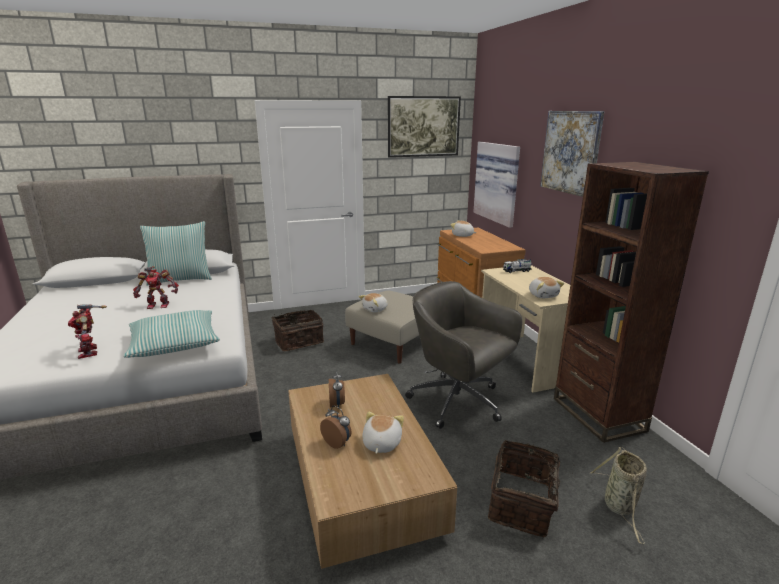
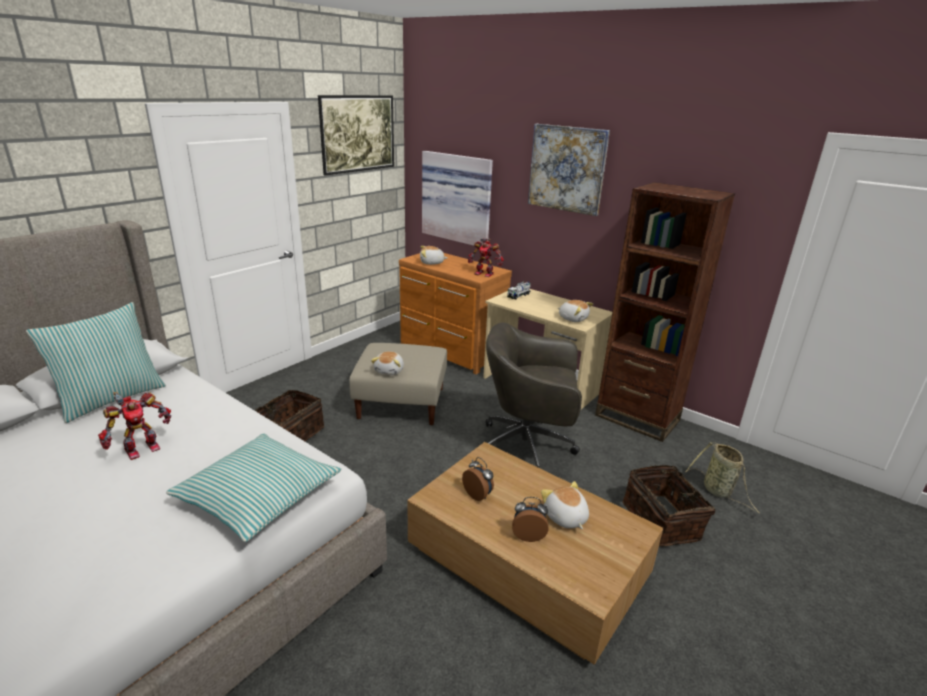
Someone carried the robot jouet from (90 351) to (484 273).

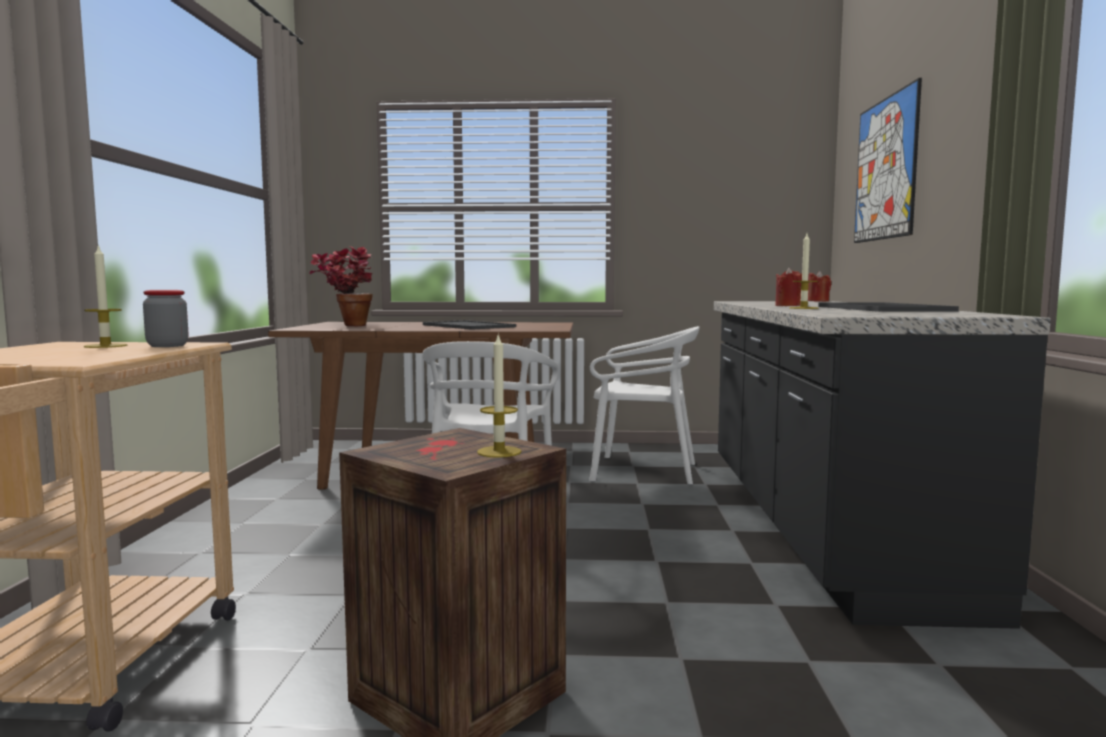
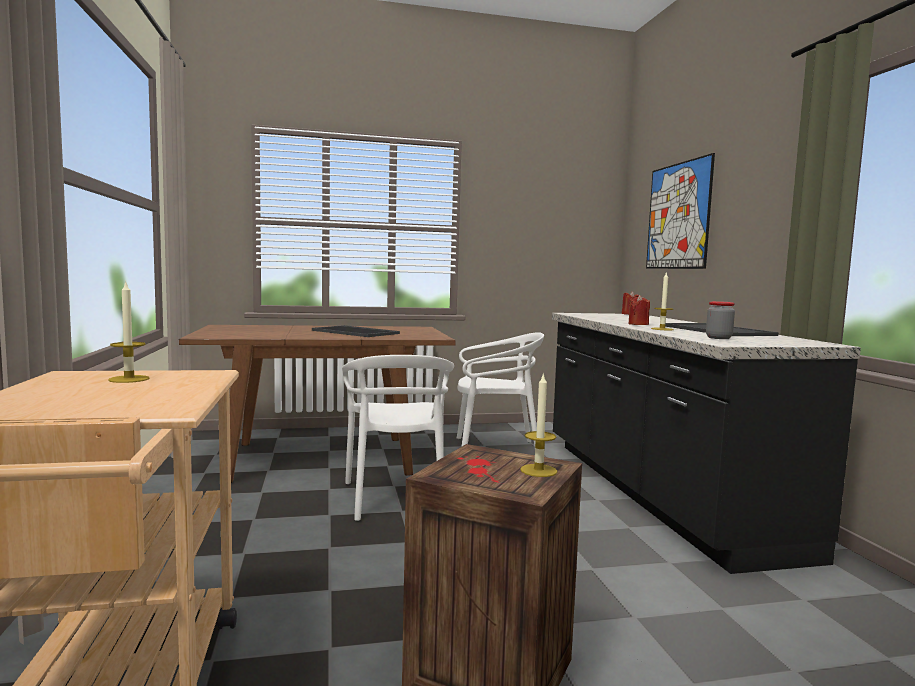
Someone took away the plante en pot at (346 325). Someone carried the bocal from (167 346) to (718 338).

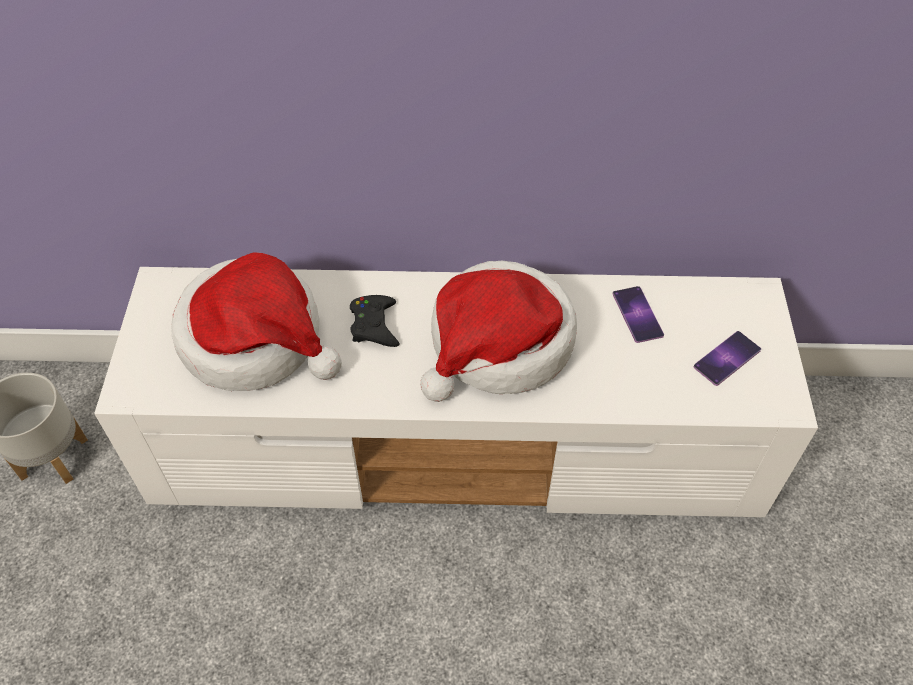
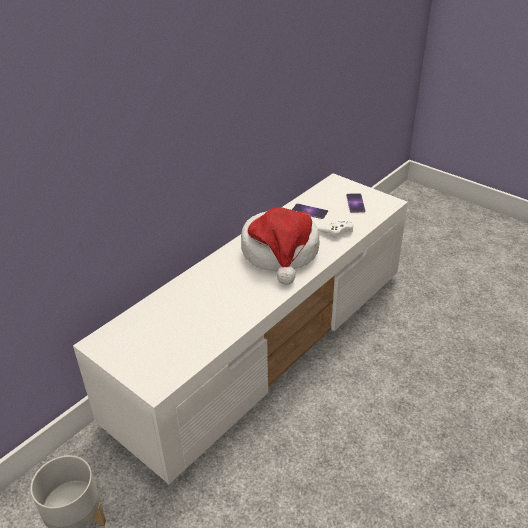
Someone took away the chapeau at (256 340). Someone took away the manette/noir at (374 325). Someone put down the manette/blanc at (337 230).

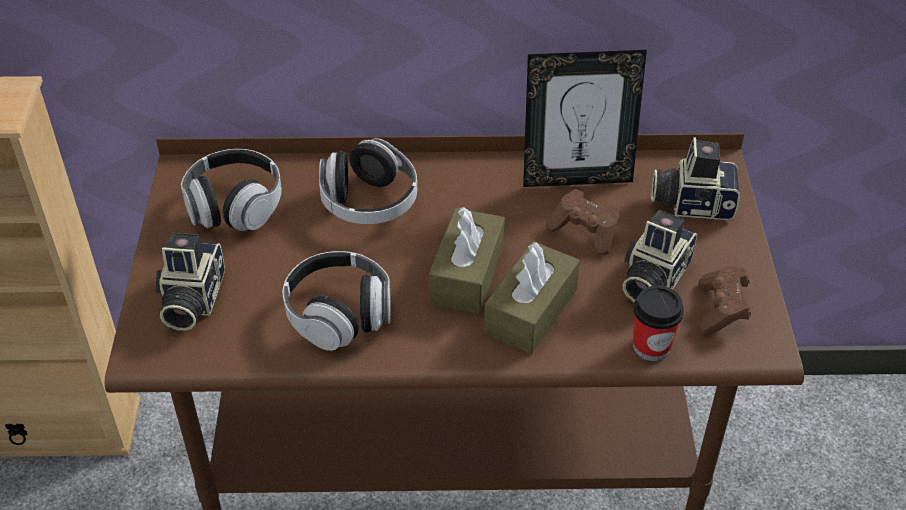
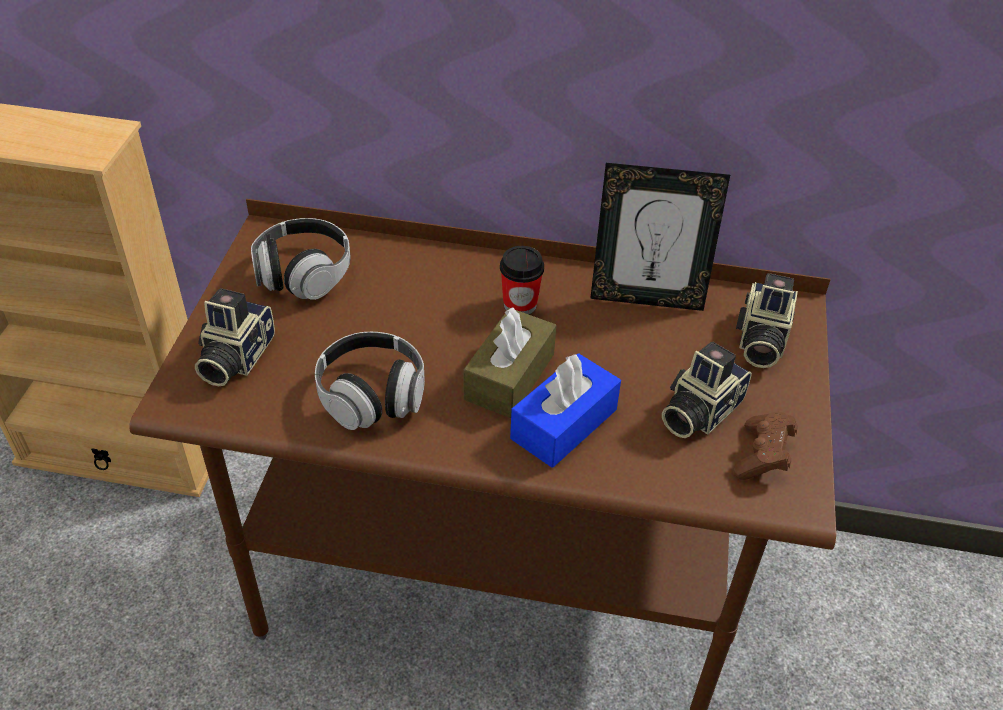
Someone rotated the appareil photo at (692 202) by 90 degrees counterclockwise. Someone took away the casque audio at (369 202). Someone took away the manette/marron at (585 232). Someone repainted the boîte à mouchoirs/marron at (531 311), which became the boîte à mouchoirs/bleu at (564 424). Someone carried the tasse from (651 346) to (520 304).

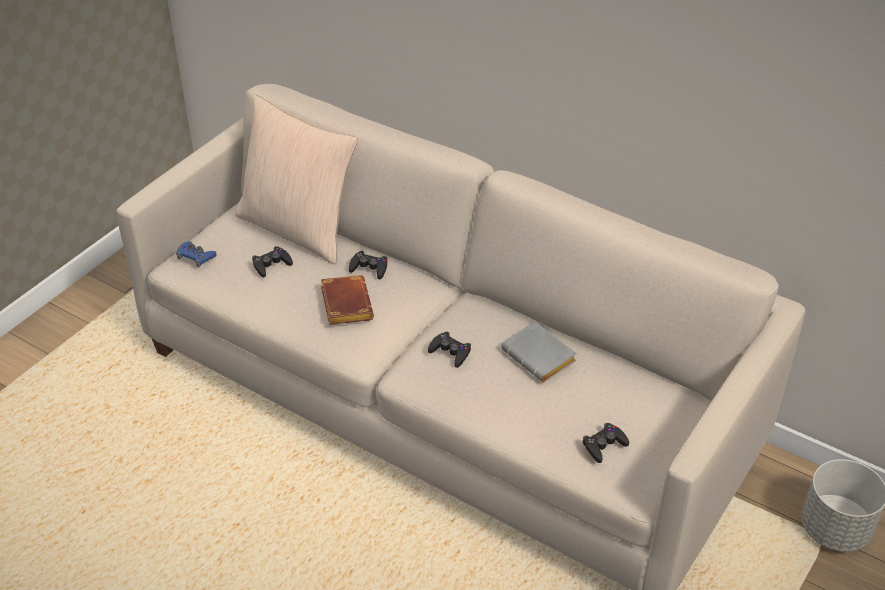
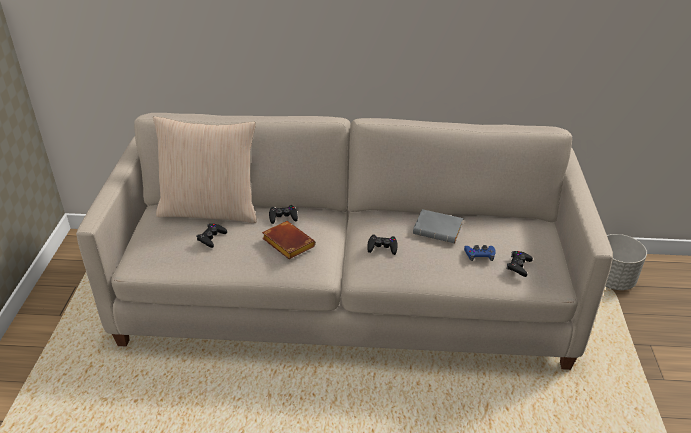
Someone carried the manette/bleu from (195 257) to (479 255).

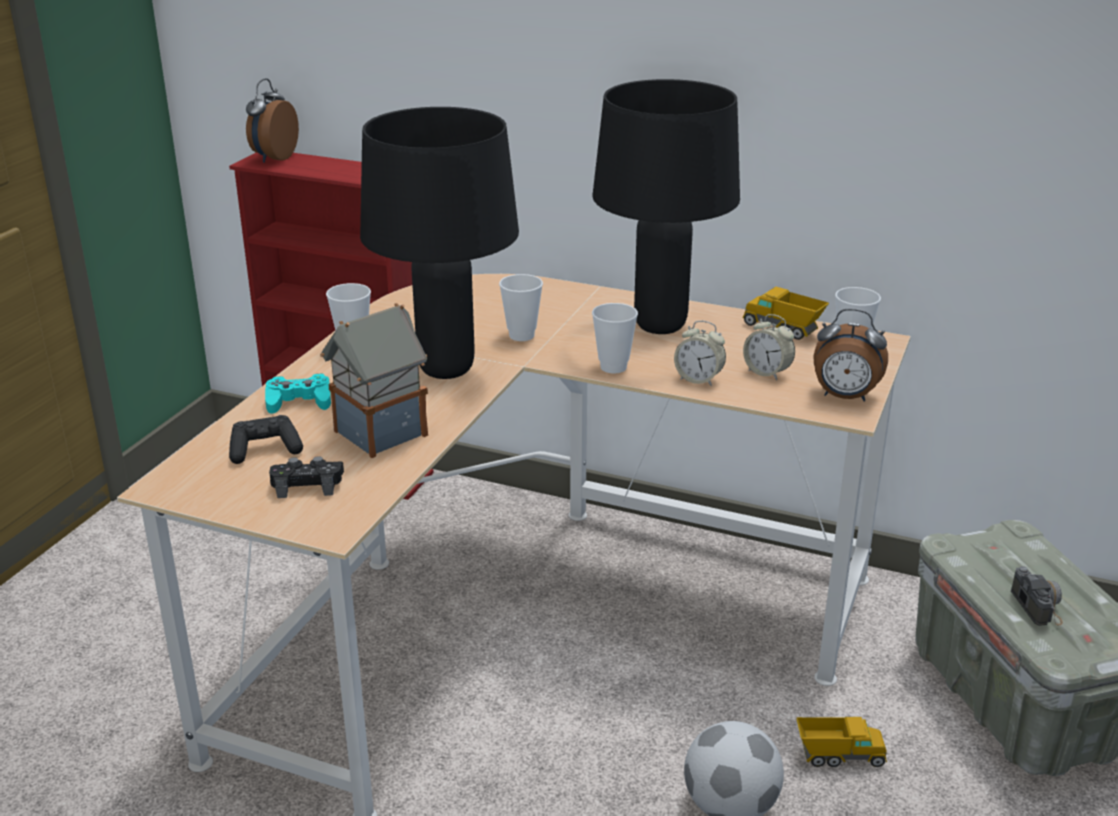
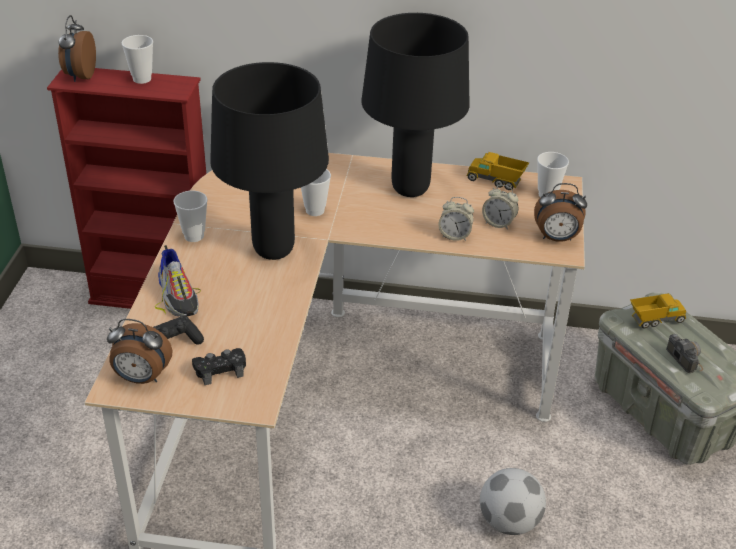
Someone took away the maison miniature at (379 434). Someone carried the tasse from (613 367) to (142 79). Someone swapped the manette/turquoise at (299 401) for the chaussure at (178 295). Someone carried the camion jouet from (839 757) to (655 320). Someone put down the réveil at (141 378).

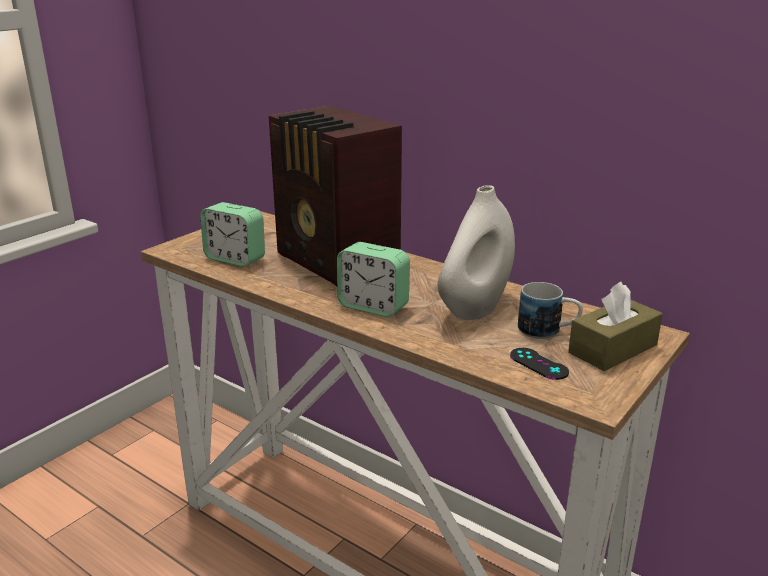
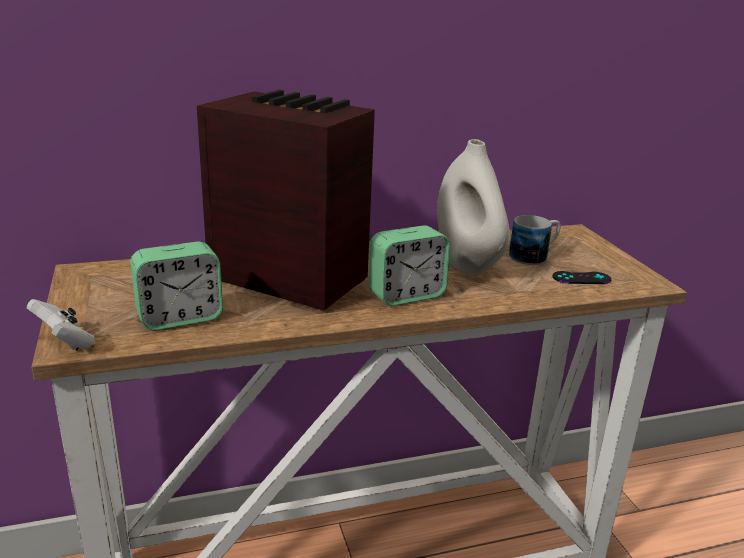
Someone rotated the radio at (336 263) by 150 degrees counterclockwise. Someone took away the boîte à mouchoirs/marron at (612 349). Someone put down the manette/blanc at (66 343).

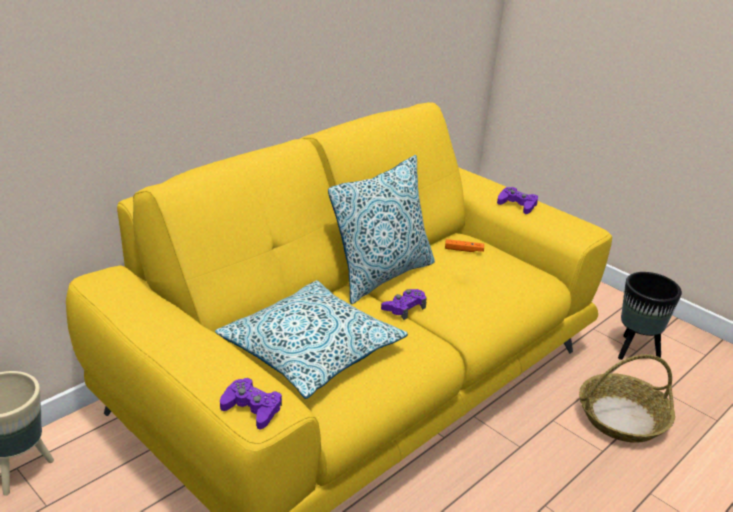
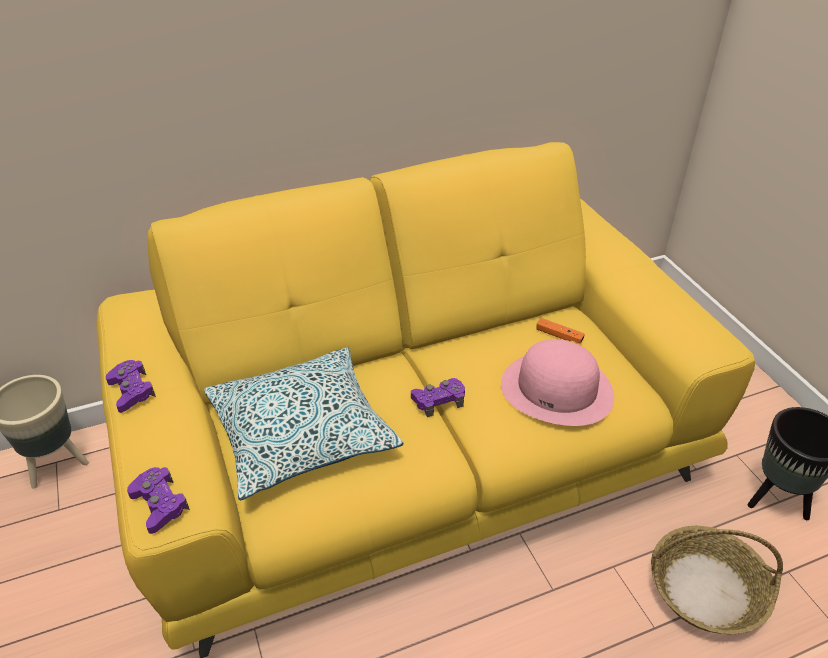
Someone took away the coussin at (381 275). Someone carried the manette/violet from (517 205) to (131 390). Someone put down the chapeau/rose at (557 389).

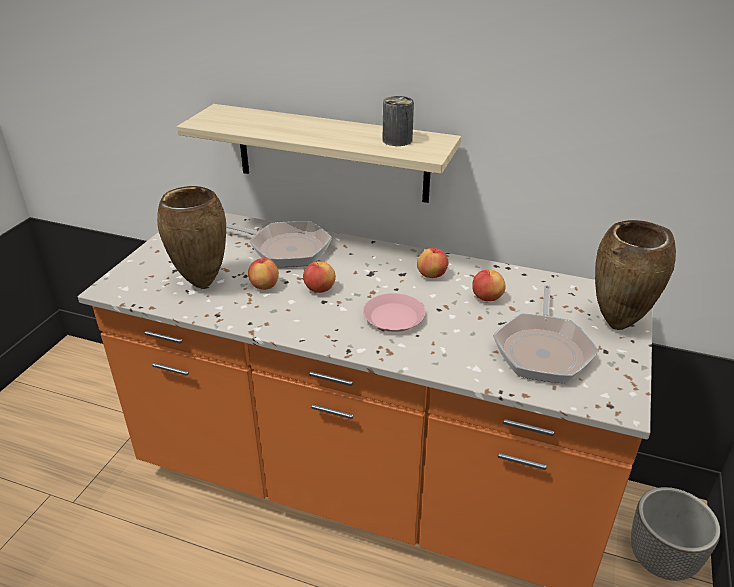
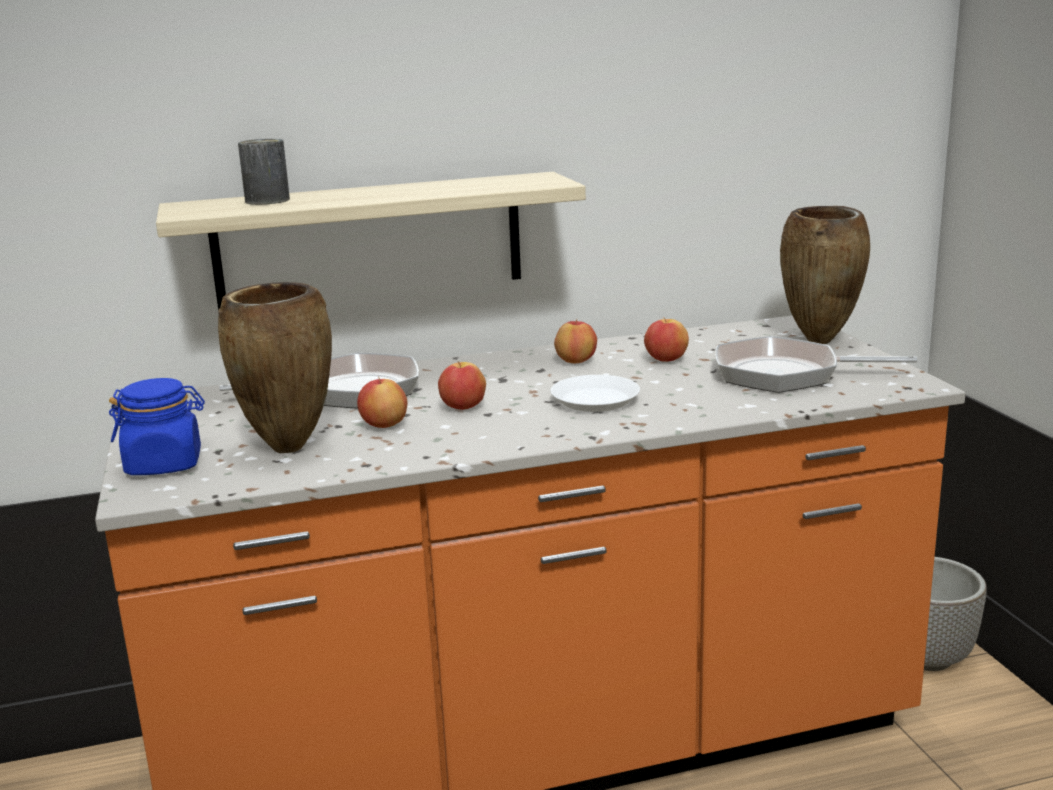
Someone carried the boîte métallique from (397 140) to (267 200). Someone rotated the poêle at (543 349) by 120 degrees clockwise. Someone repainted the assiette/rose at (394 317), which became the assiette/blanc at (595 400). Someone put down the bocal/bleu at (165 464).

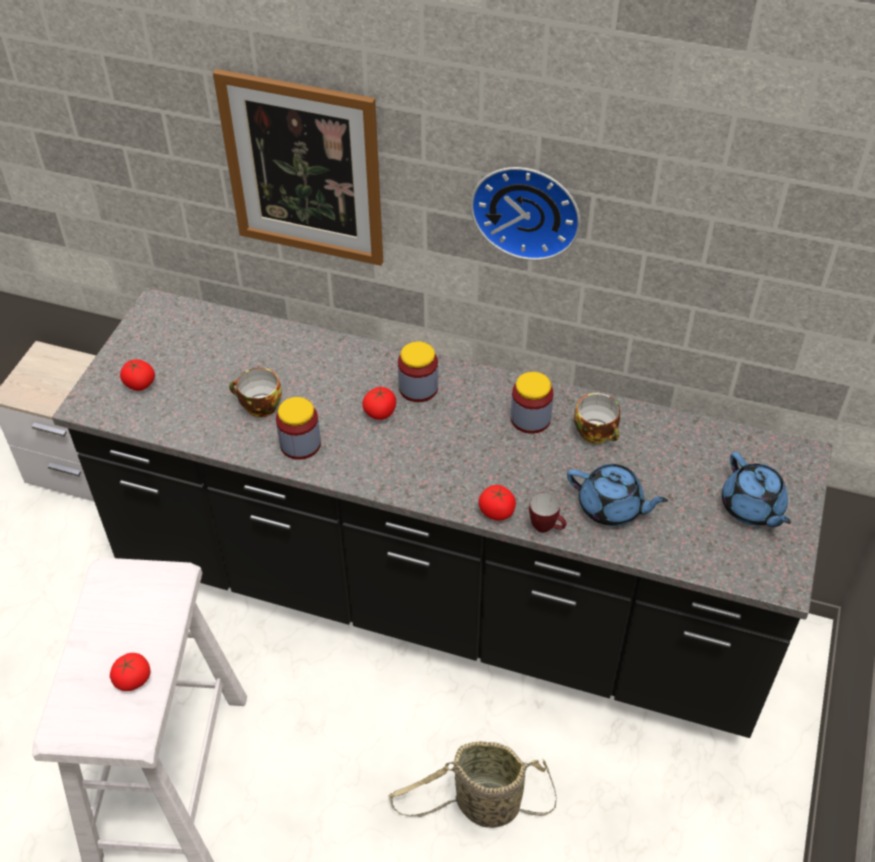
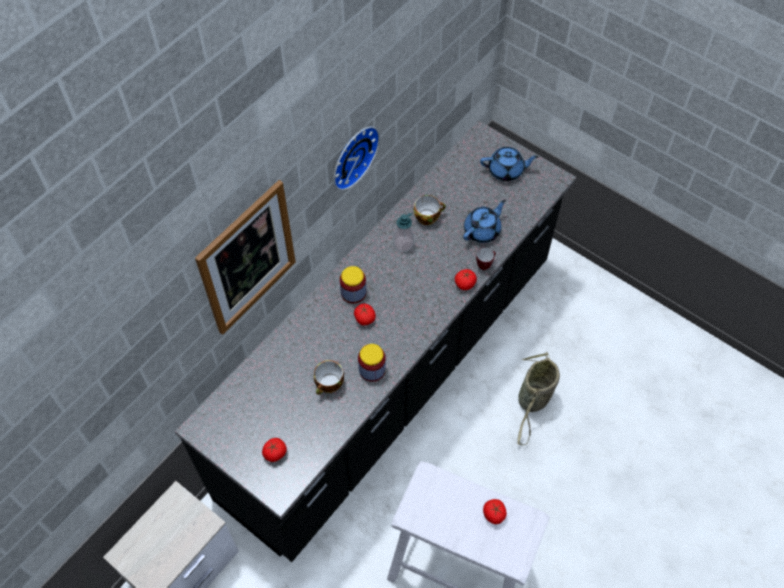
Someone swapped the bocal at (530 419) for the distributeur de savon at (403 244).

